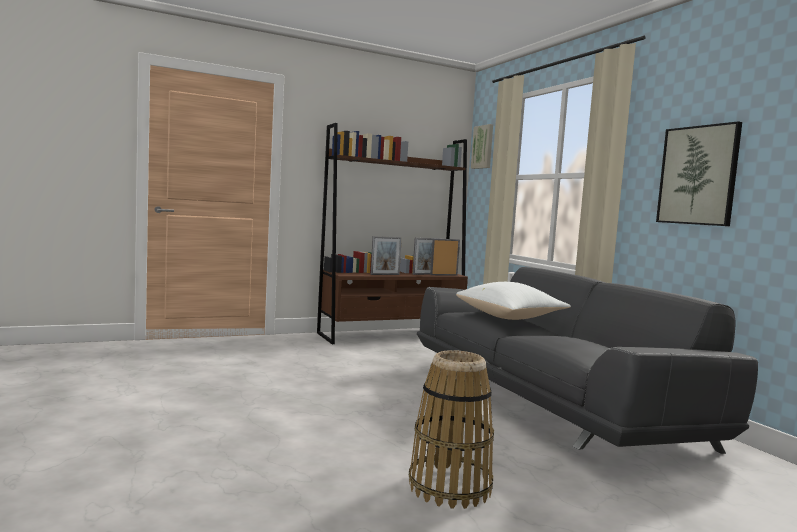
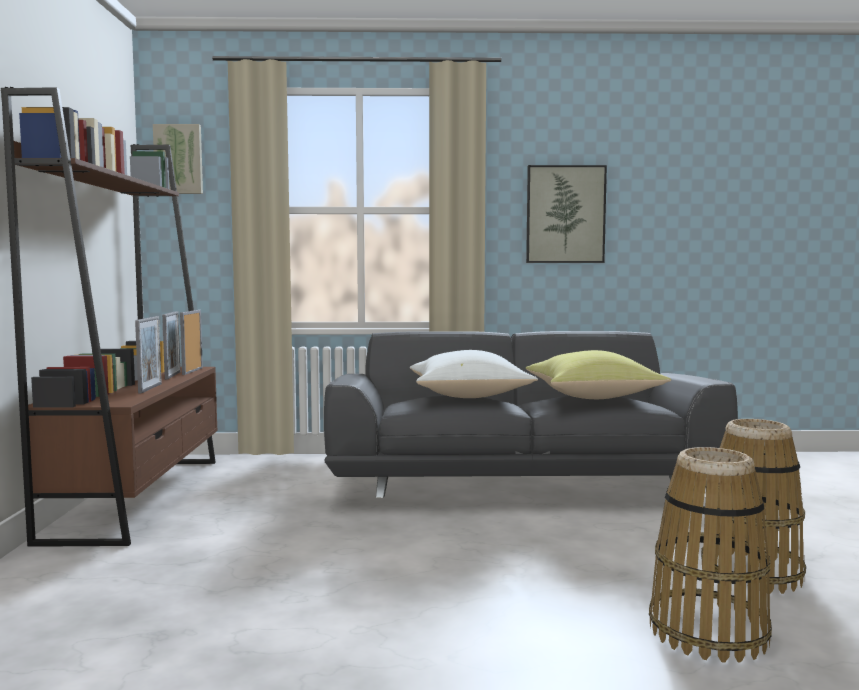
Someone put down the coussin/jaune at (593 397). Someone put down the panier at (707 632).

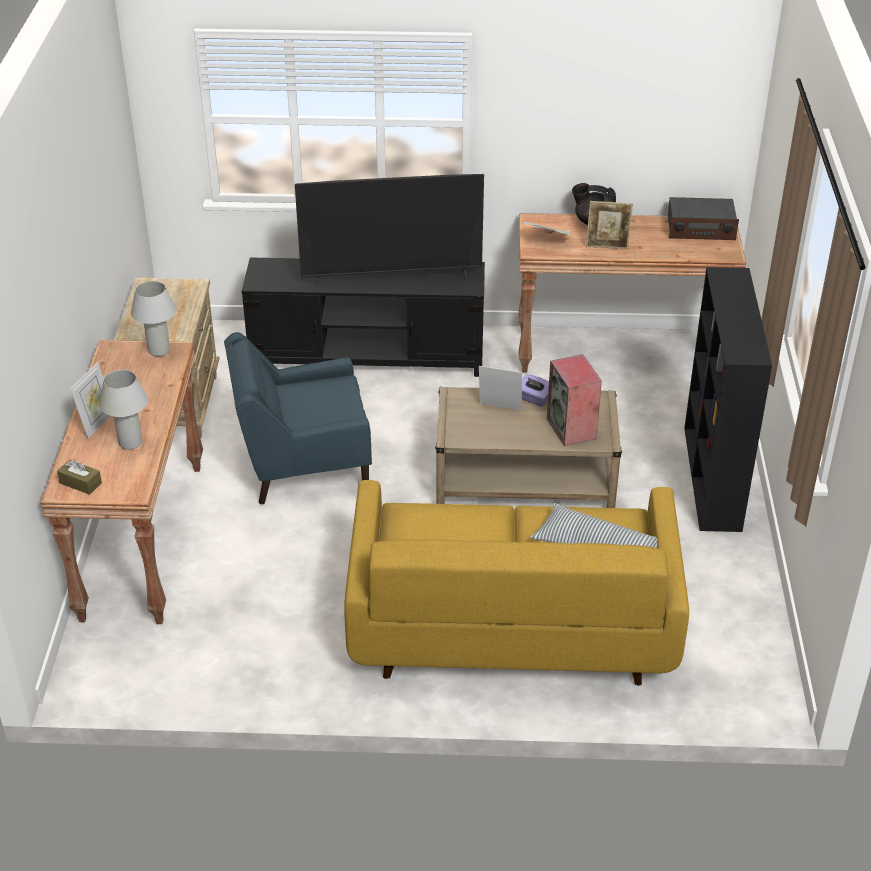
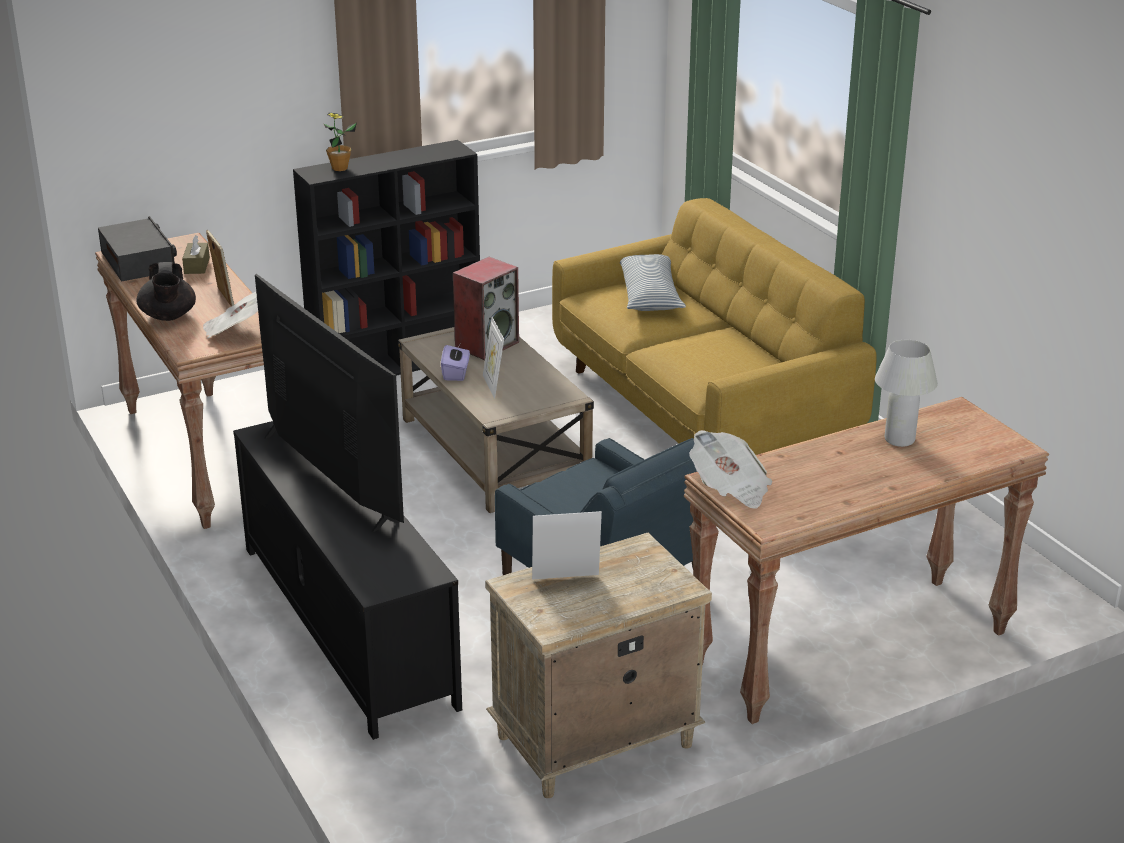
Someone swapped the lampe de table/blanc at (159 350) for the journal at (730 489). Someone carried the cadre photo from (97 423) to (566 580). Someone carried the boîte à mouchoirs/marron from (80 483) to (197 265). Someone put down the plante en pot at (340 168).

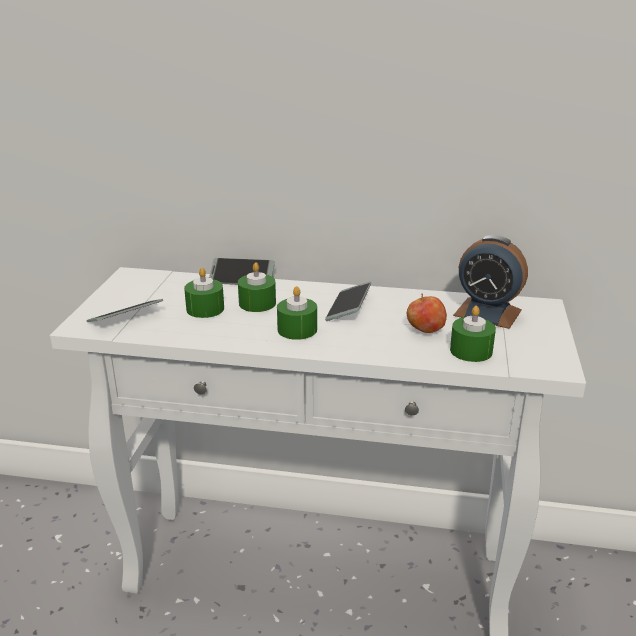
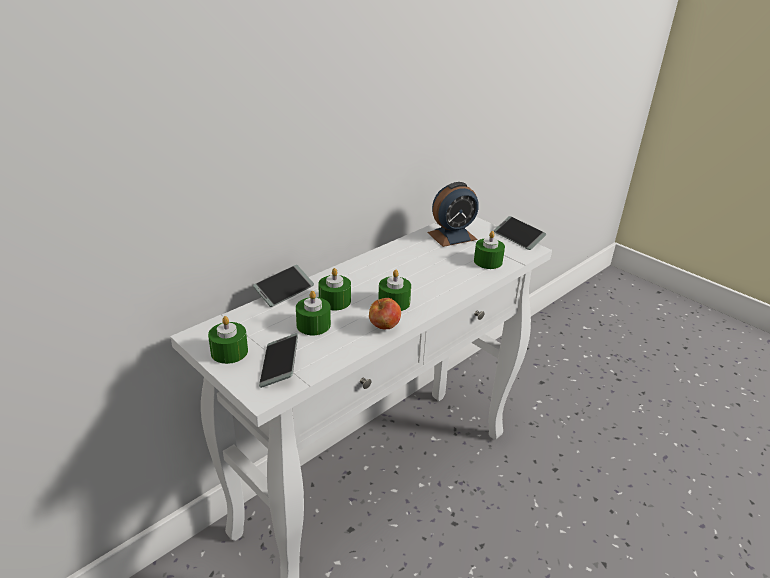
Someone carried the téléphone from (348 308) to (518 237). Someone carried the pomme from (425 331) to (384 327). Someone put down the bougie/vert at (229 352).

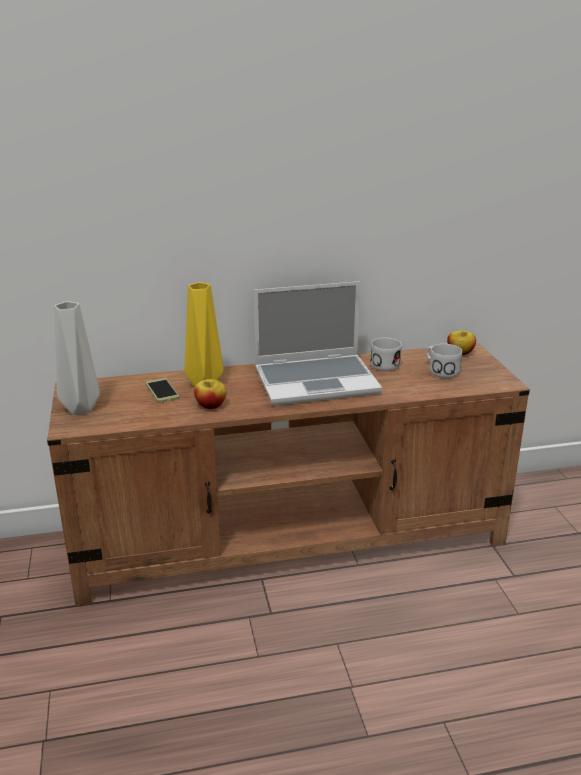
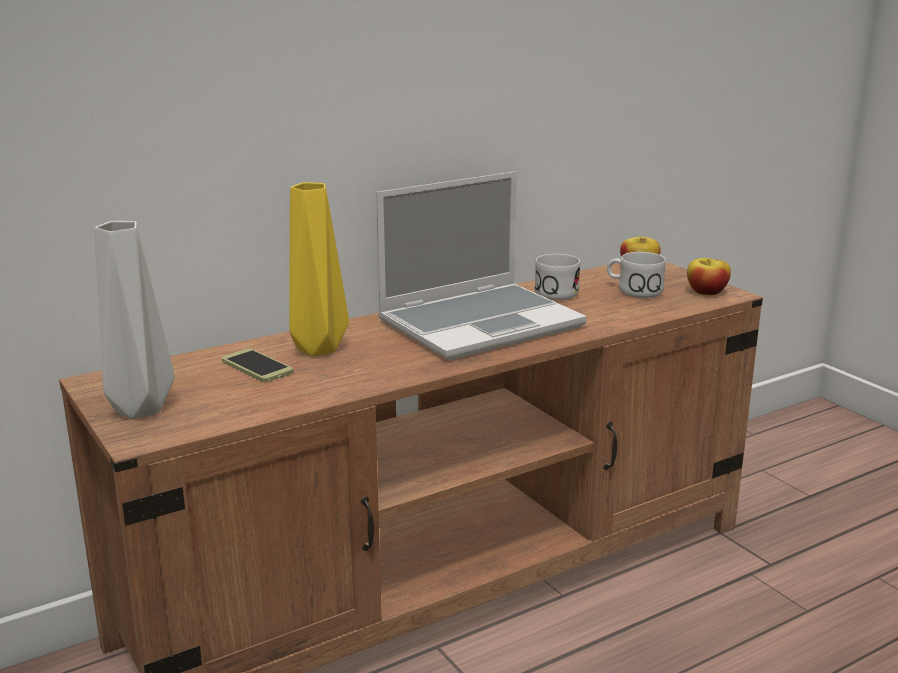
Someone carried the pomme from (211 405) to (706 292).

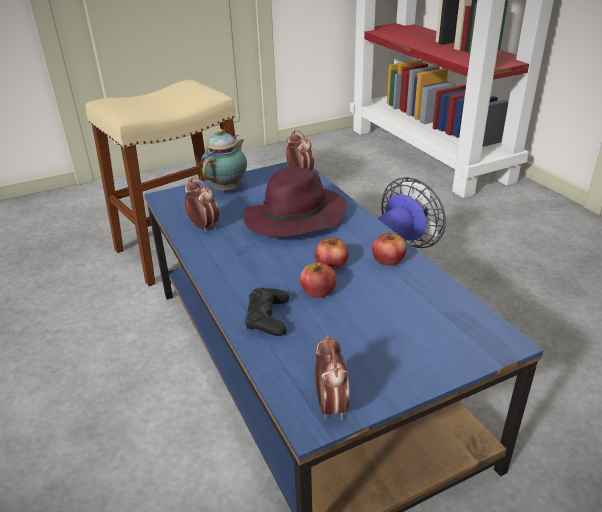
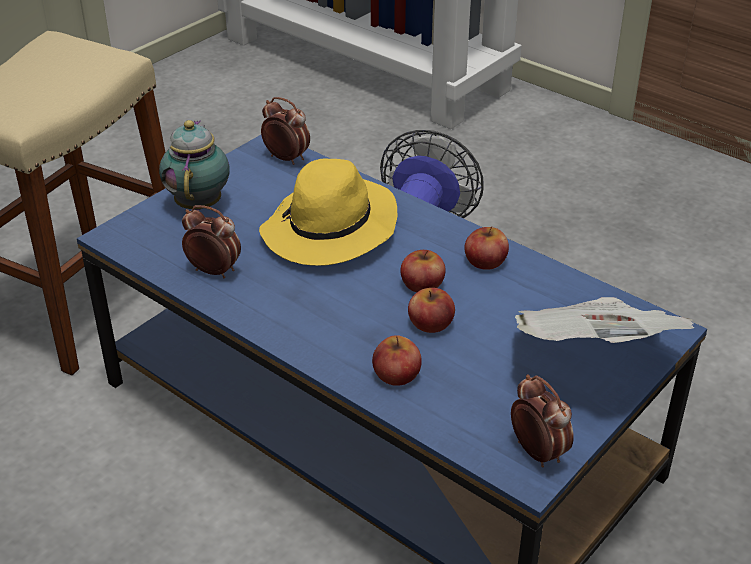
Someone repainted the chapeau/violet at (294 219), which became the chapeau/jaune at (330 231). Someone swapped the manette/noir at (268 318) for the pomme at (396 374). Someone put down the journal at (594 356).

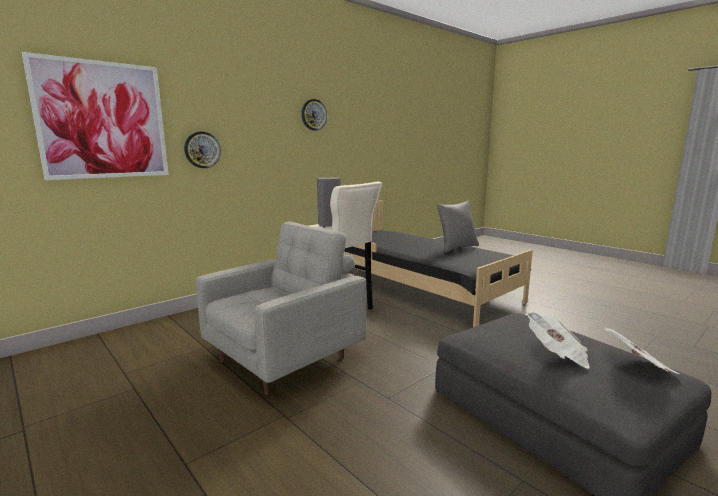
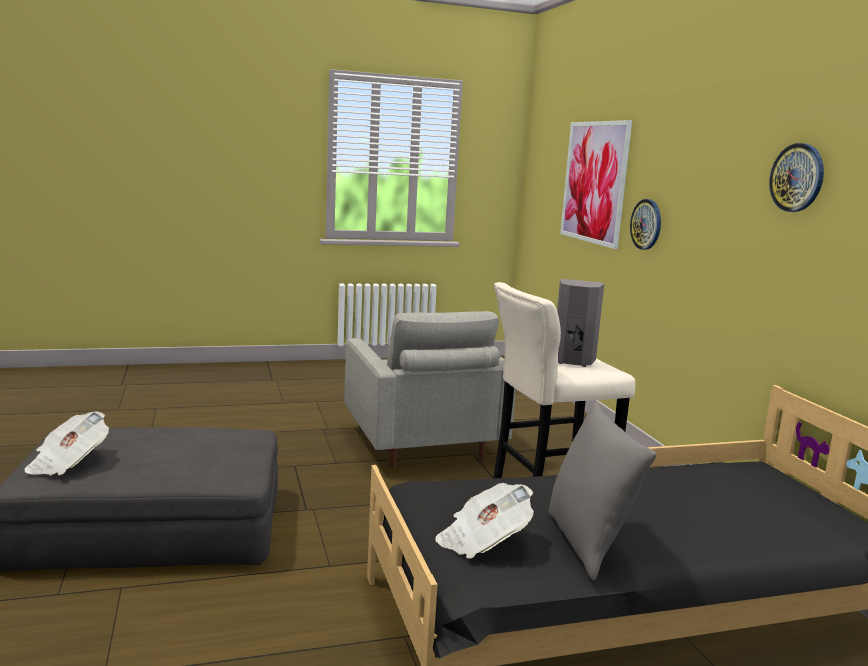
Someone carried the journal from (557 354) to (482 542).

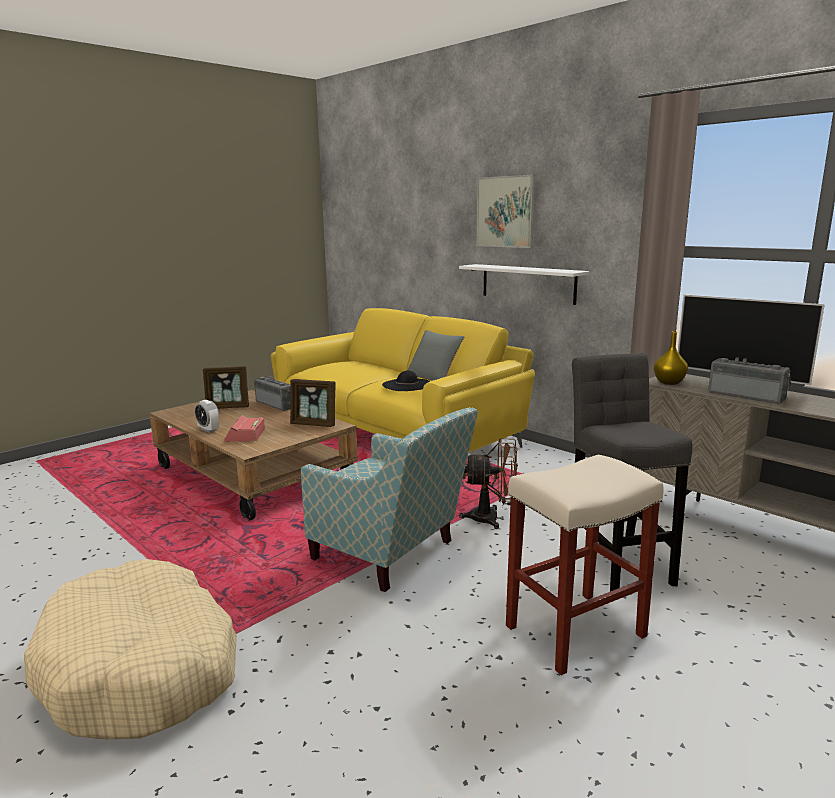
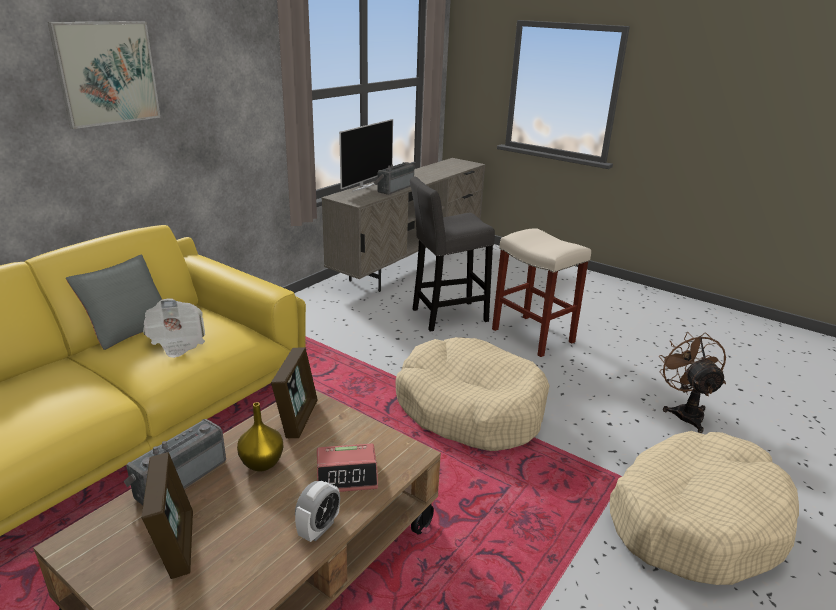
Someone took away the étagère/blanc at (527 283). Someone carried the vase/jaune from (668 382) to (261 464). Someone swapped the chapeau/noir at (407 385) for the journal at (177 342). Someone swapped the fauteuil at (393 554) for the panier pour chien/beige at (469 408). Someone carried the ventilateur/marron from (492 518) to (685 412).

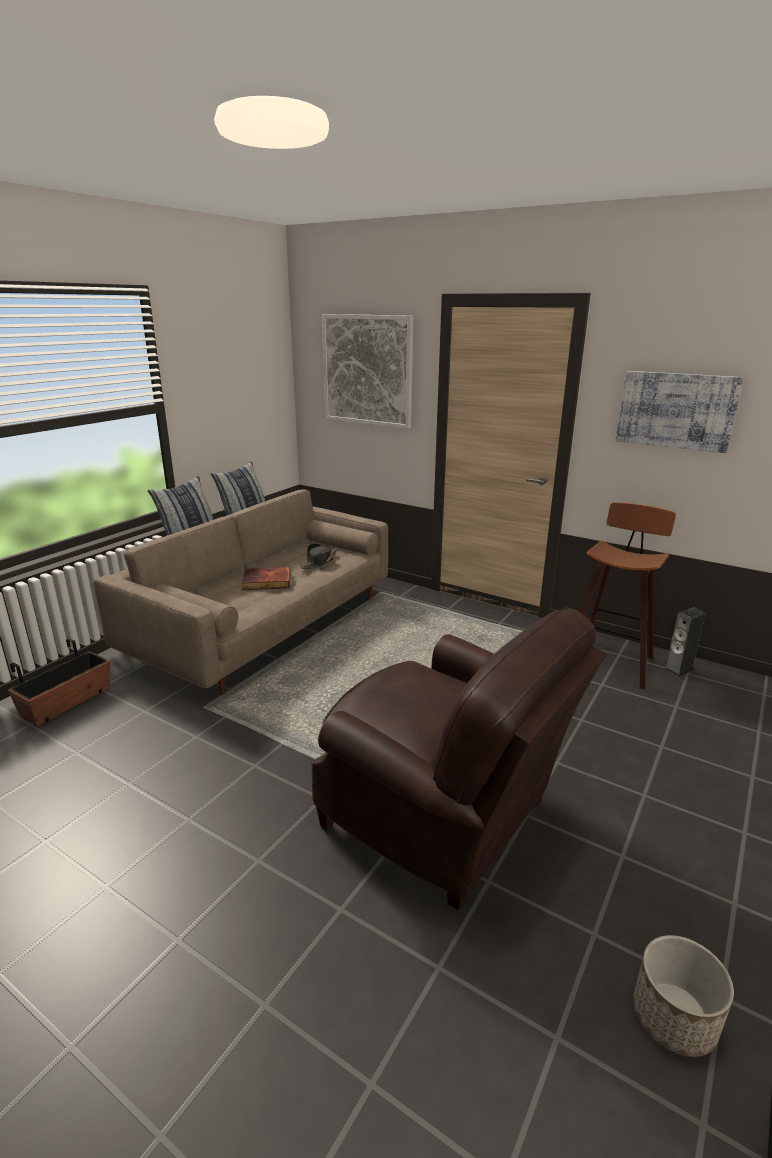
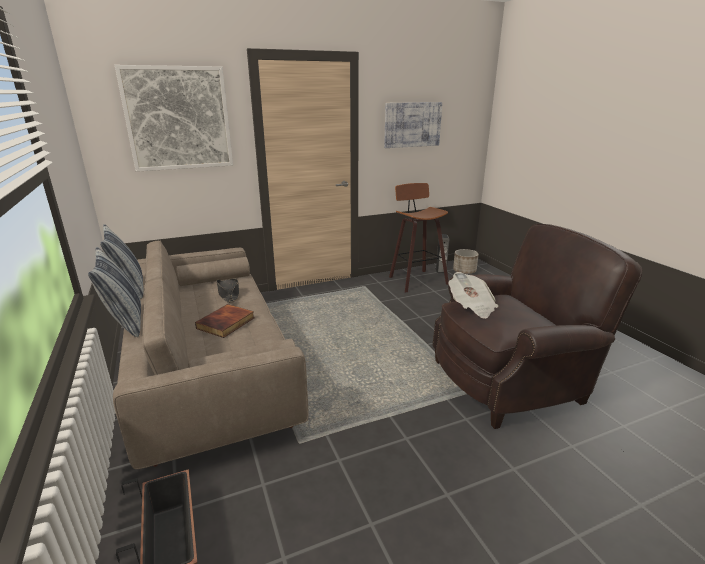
Someone carried the cache-pot from (674 1018) to (464 271). Someone put down the journal at (472 307).

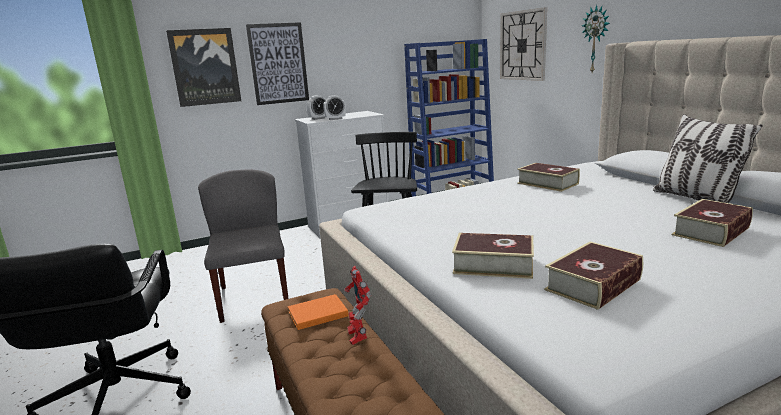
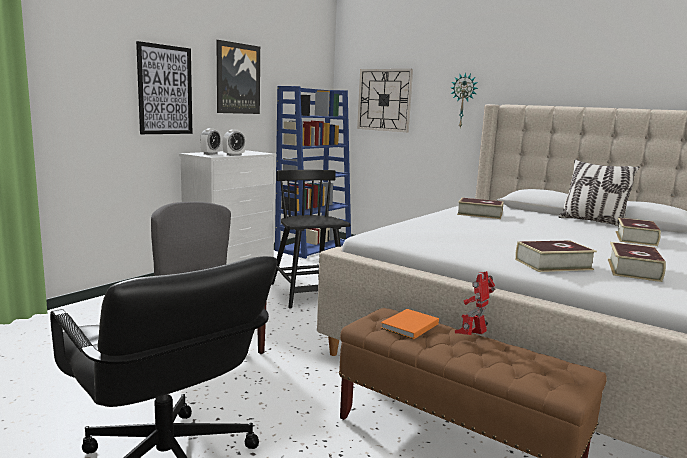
Someone carried the tableau from (205 67) to (237 78). Someone rotated the robot jouet at (358 337) by 90 degrees clockwise.

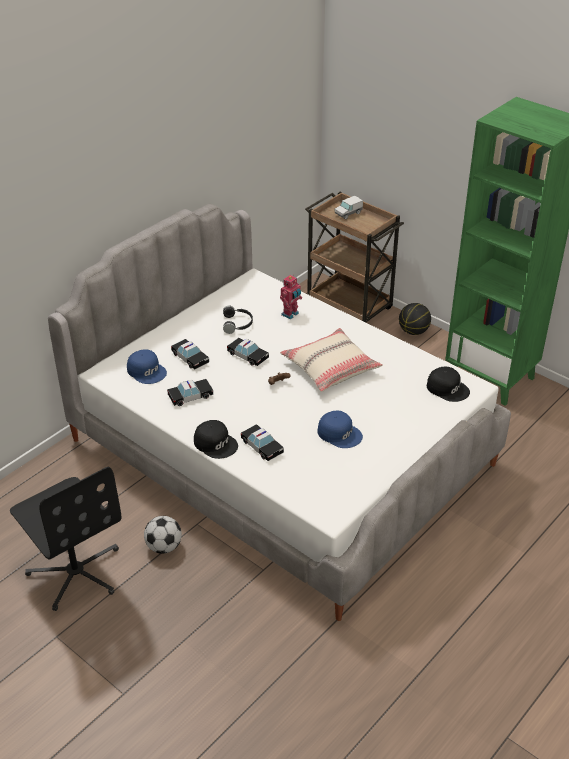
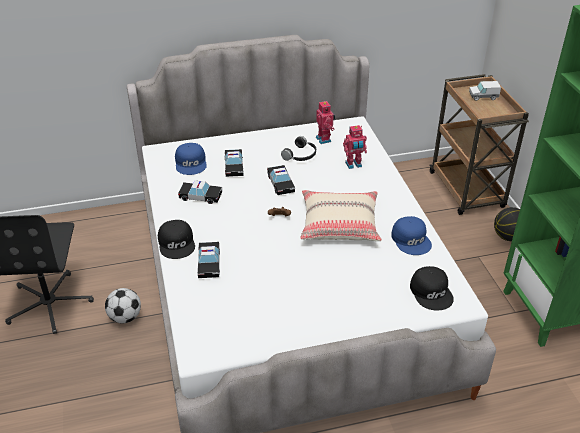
Someone carried the casquette/bleu from (339 433) to (411 240). Someone put down the robot jouet at (324 139).

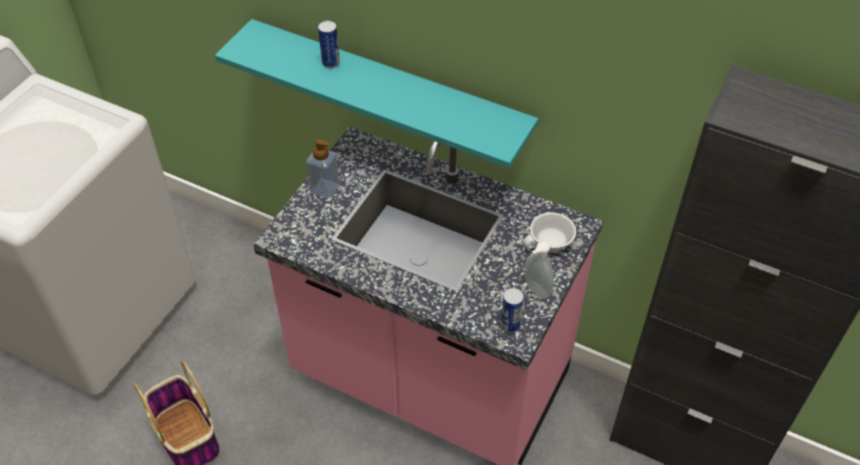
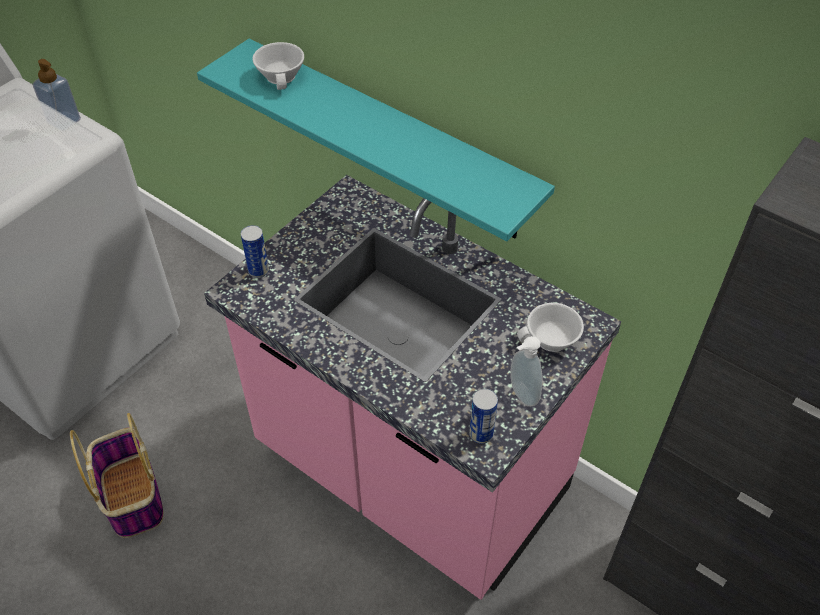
Someone carried the boîte métallique from (331 63) to (258 271). Someone carried the distributeur de savon from (325 188) to (64 121). Someone put down the tasse/blanc at (283 76).

